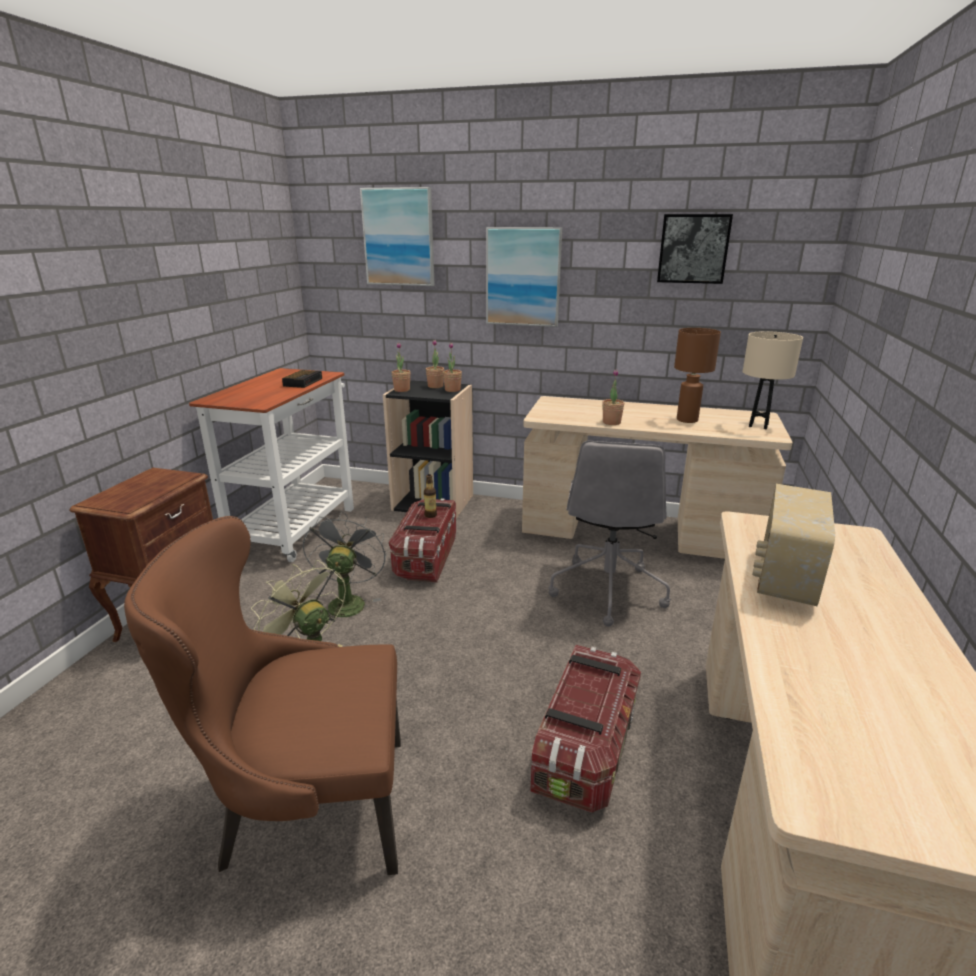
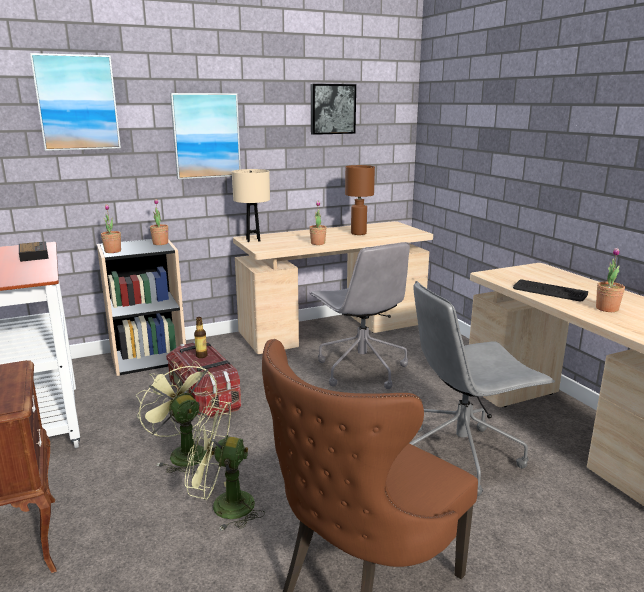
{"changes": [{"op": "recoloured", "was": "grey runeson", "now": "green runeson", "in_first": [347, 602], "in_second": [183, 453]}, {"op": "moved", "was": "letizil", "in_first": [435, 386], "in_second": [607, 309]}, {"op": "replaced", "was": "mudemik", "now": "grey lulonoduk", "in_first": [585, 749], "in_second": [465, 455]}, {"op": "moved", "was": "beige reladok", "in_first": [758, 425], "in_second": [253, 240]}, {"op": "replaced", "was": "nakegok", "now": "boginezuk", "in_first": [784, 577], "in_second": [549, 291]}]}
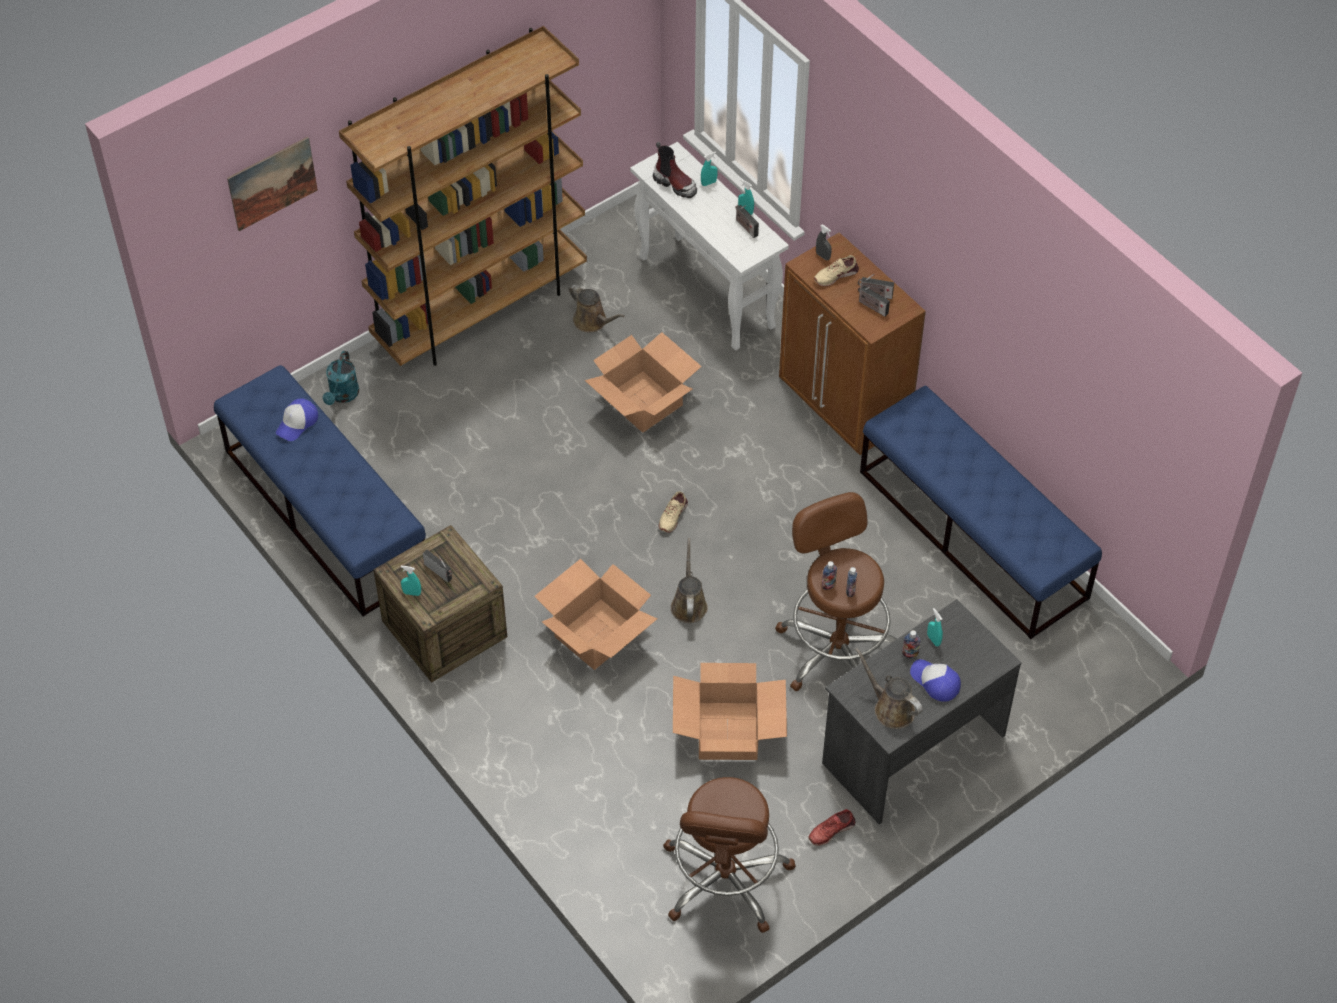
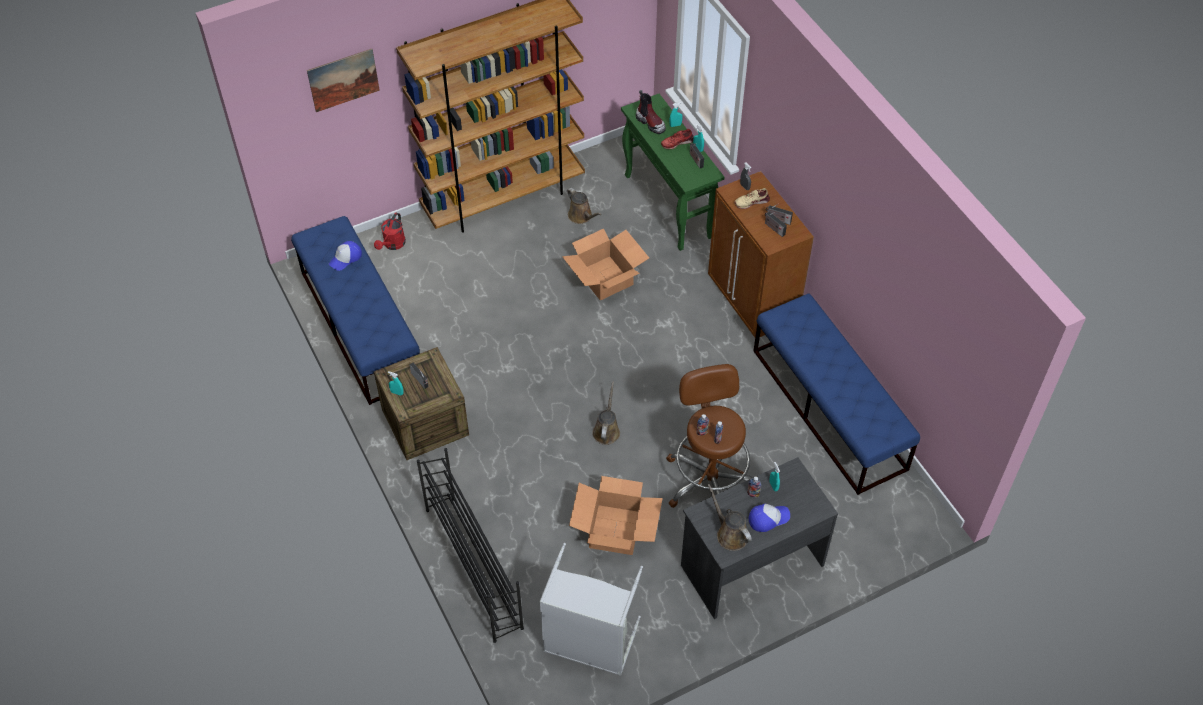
{"changes": [{"op": "recoloured", "was": "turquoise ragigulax", "now": "red ragigulax", "in_first": [342, 396], "in_second": [392, 245]}, {"op": "removed", "was": "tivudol", "in_first": [596, 634]}, {"op": "recoloured", "was": "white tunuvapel", "now": "green tunuvapel", "in_first": [708, 293], "in_second": [669, 207]}, {"op": "removed", "was": "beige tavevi", "in_first": [672, 516]}, {"op": "replaced", "was": "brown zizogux", "now": "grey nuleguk", "in_first": [725, 881], "in_second": [588, 644]}, {"op": "moved", "was": "red tavevi", "in_first": [831, 830], "in_second": [677, 142]}, {"op": "turned", "was": "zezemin", "in_first": [935, 682], "in_second": [768, 518], "clockwise": 105}, {"op": "added", "now": "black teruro", "in_second": [473, 567]}]}
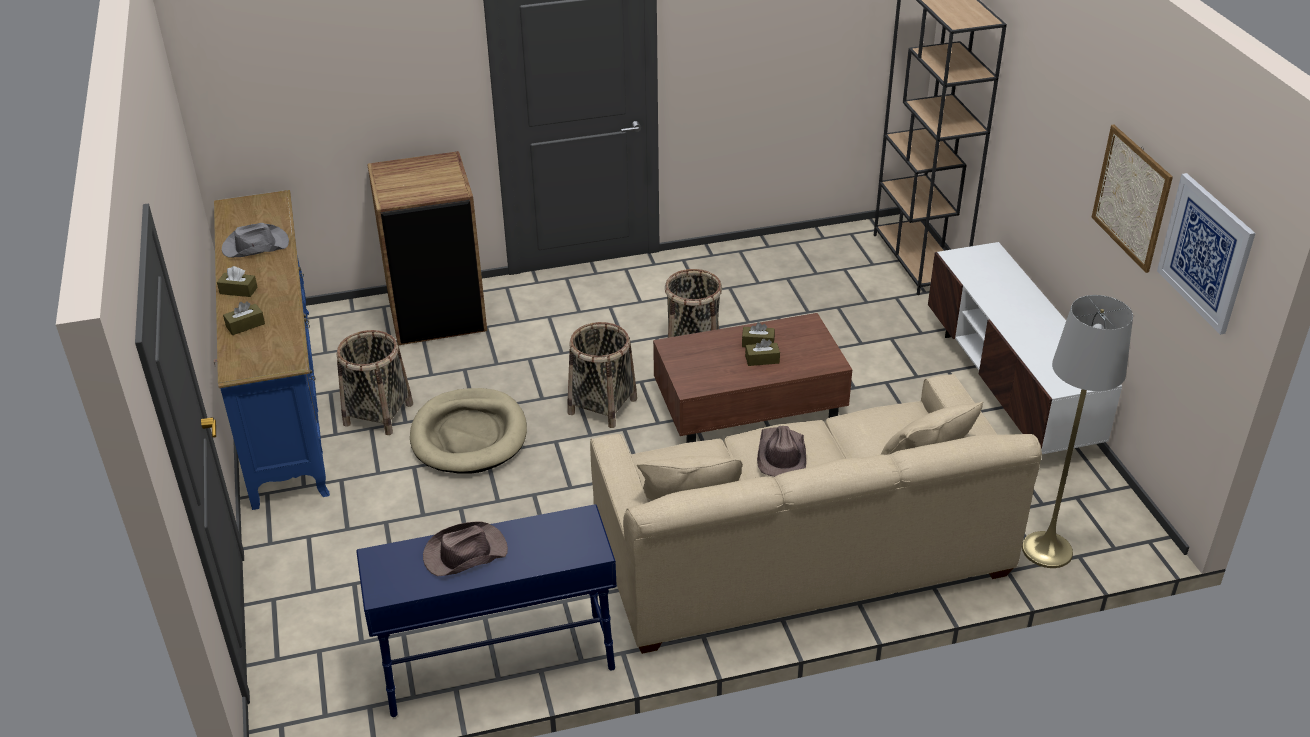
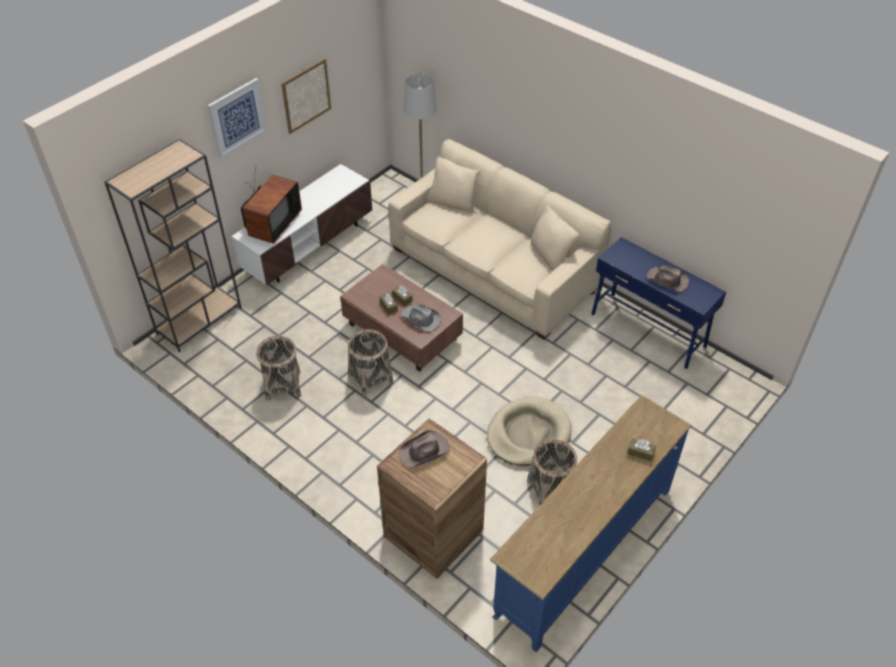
{"changes": [{"op": "removed", "was": "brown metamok", "in_first": [238, 290]}, {"op": "moved", "was": "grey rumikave", "in_first": [254, 246], "in_second": [421, 319]}, {"op": "moved", "was": "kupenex", "in_first": [602, 406], "in_second": [283, 385]}, {"op": "moved", "was": "brown rumikave", "in_first": [781, 455], "in_second": [424, 451]}, {"op": "moved", "was": "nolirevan", "in_first": [1205, 252], "in_second": [237, 118]}, {"op": "added", "now": "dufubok", "in_second": [271, 225]}]}
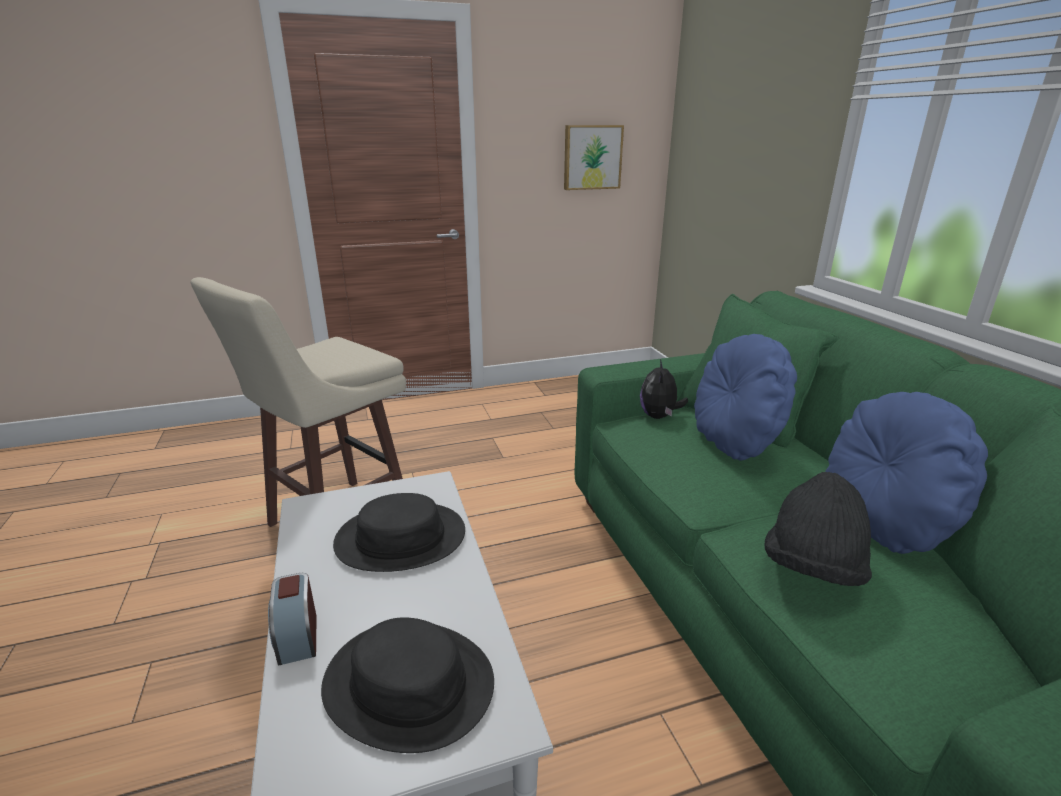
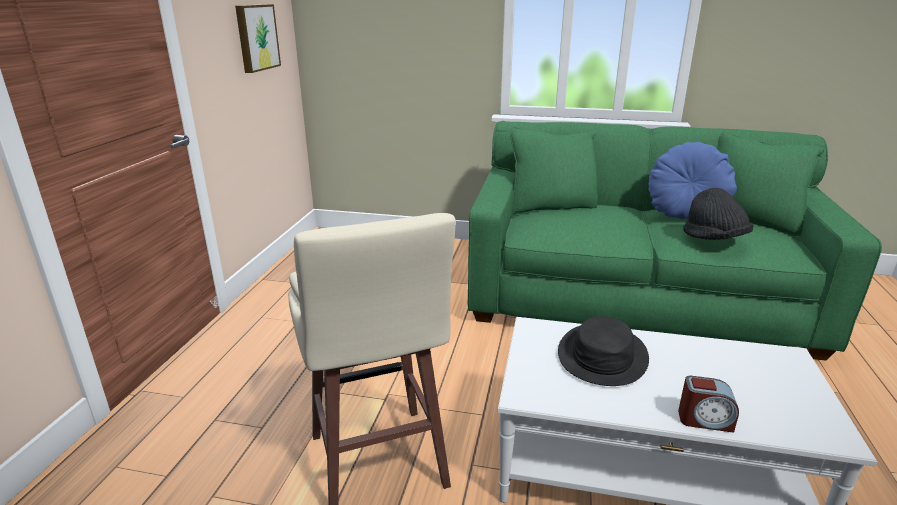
{"changes": [{"op": "removed", "was": "black rumikave", "in_first": [409, 683]}, {"op": "removed", "was": "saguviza", "in_first": [659, 416]}, {"op": "removed", "was": "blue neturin", "in_first": [734, 444]}]}
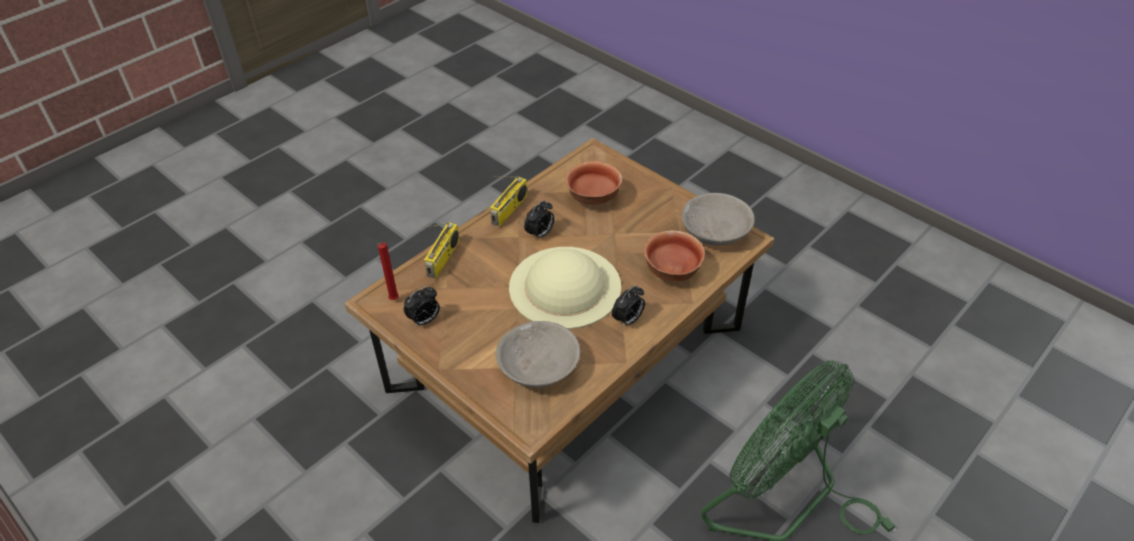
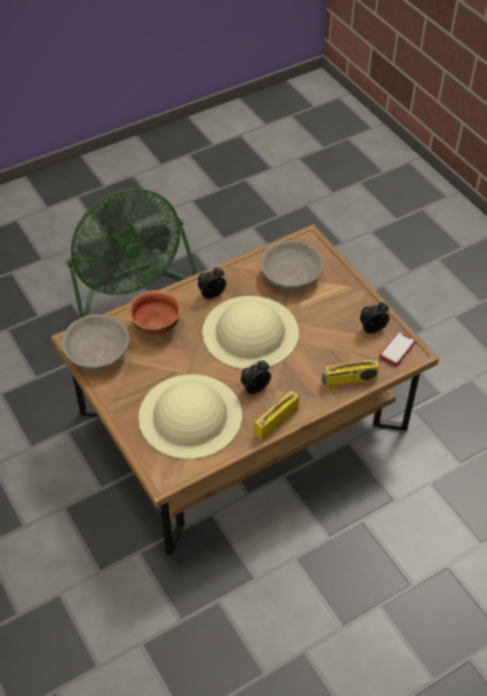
{"changes": [{"op": "replaced", "was": "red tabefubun", "now": "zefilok", "in_first": [393, 300], "in_second": [397, 349]}, {"op": "turned", "was": "nakegok", "in_first": [443, 259], "in_second": [349, 380], "clockwise": -135}, {"op": "replaced", "was": "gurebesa", "now": "beige rumikave", "in_first": [593, 199], "in_second": [190, 416]}]}
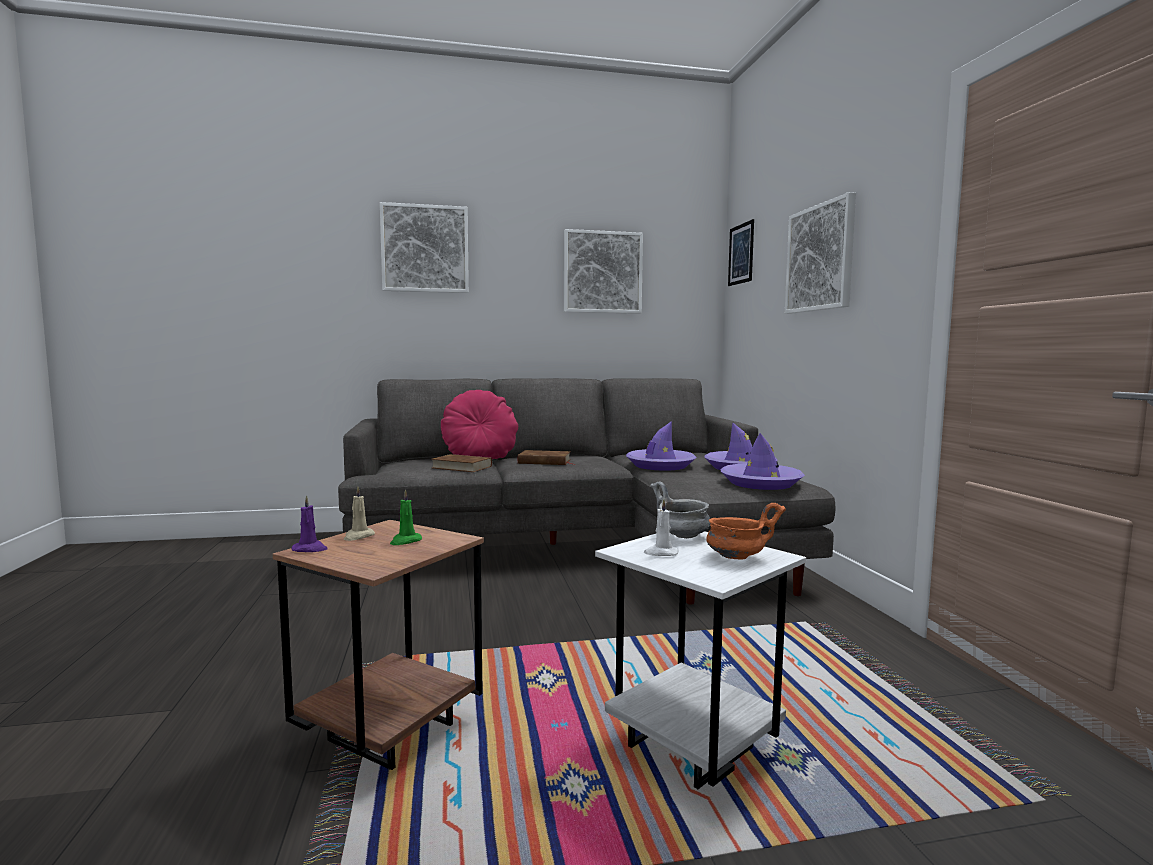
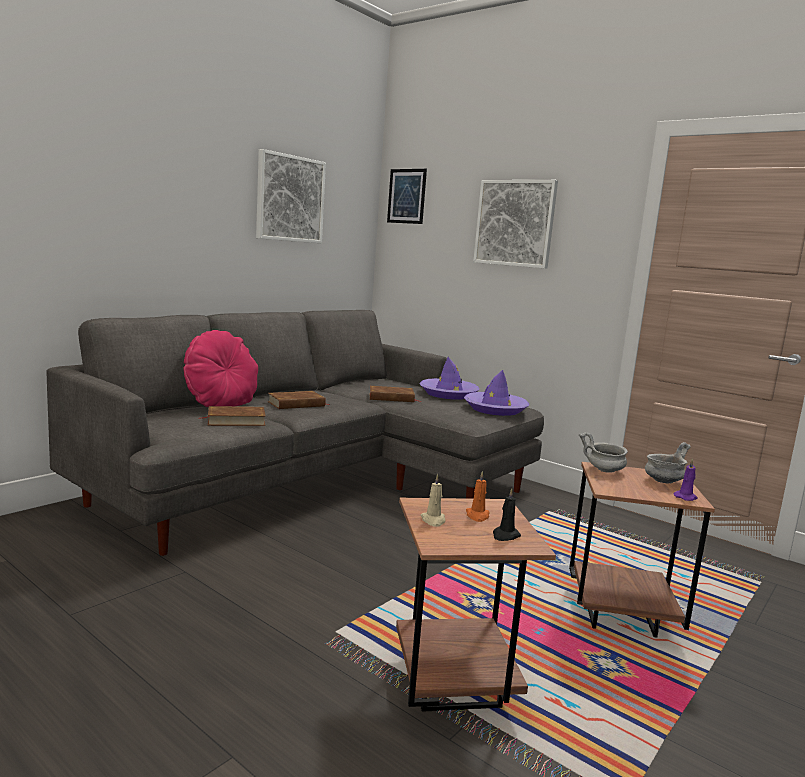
{"changes": [{"op": "moved", "was": "purple tabefubun", "in_first": [310, 549], "in_second": [685, 497]}, {"op": "removed", "was": "nolirevan", "in_first": [425, 249]}, {"op": "recoloured", "was": "green tabefubun", "now": "orange tabefubun", "in_first": [405, 541], "in_second": [477, 516]}, {"op": "recoloured", "was": "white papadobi", "now": "brown papadobi", "in_first": [690, 750], "in_second": [620, 617]}, {"op": "replaced", "was": "purple rumikave", "now": "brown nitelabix", "in_first": [660, 465], "in_second": [391, 398]}, {"op": "removed", "was": "white tabefubun", "in_first": [660, 553]}, {"op": "recoloured", "was": "orange gurebesa", "now": "grey gurebesa", "in_first": [737, 557], "in_second": [663, 481]}, {"op": "added", "now": "black tabefubun", "in_second": [505, 536]}]}
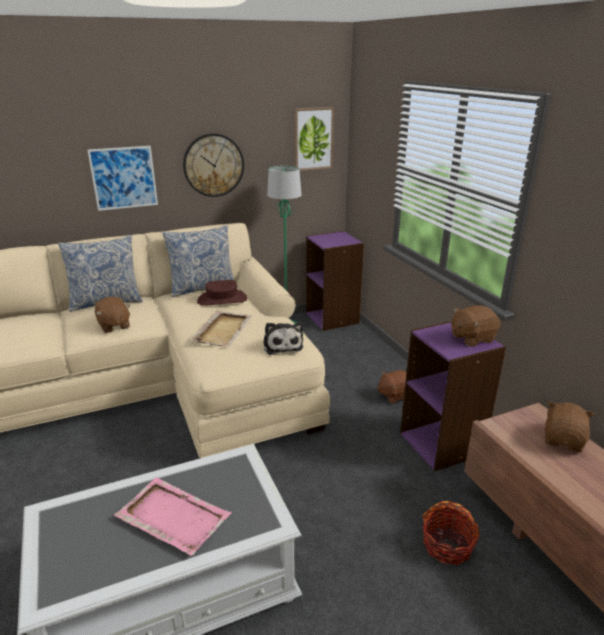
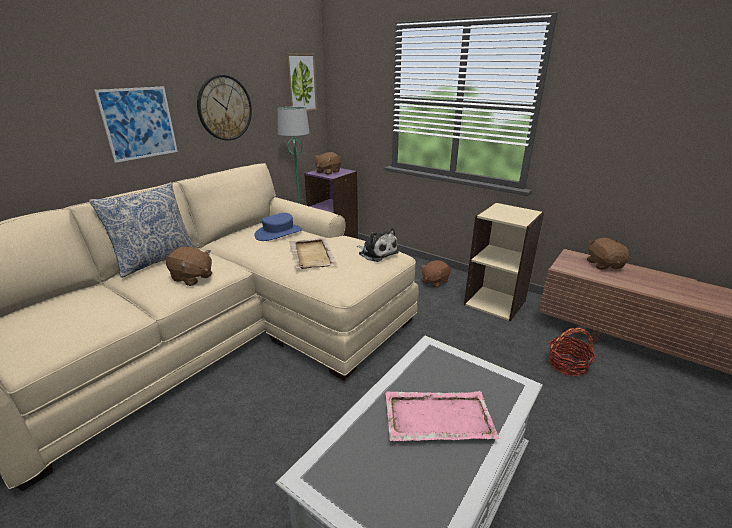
{"changes": [{"op": "removed", "was": "neturin", "in_first": [202, 288]}, {"op": "recoloured", "was": "brown rumikave", "now": "blue rumikave", "in_first": [222, 299], "in_second": [278, 233]}, {"op": "recoloured", "was": "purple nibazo", "now": "beige nibazo", "in_first": [442, 443], "in_second": [495, 302]}, {"op": "moved", "was": "brown saguviza", "in_first": [472, 338], "in_second": [328, 172]}]}
